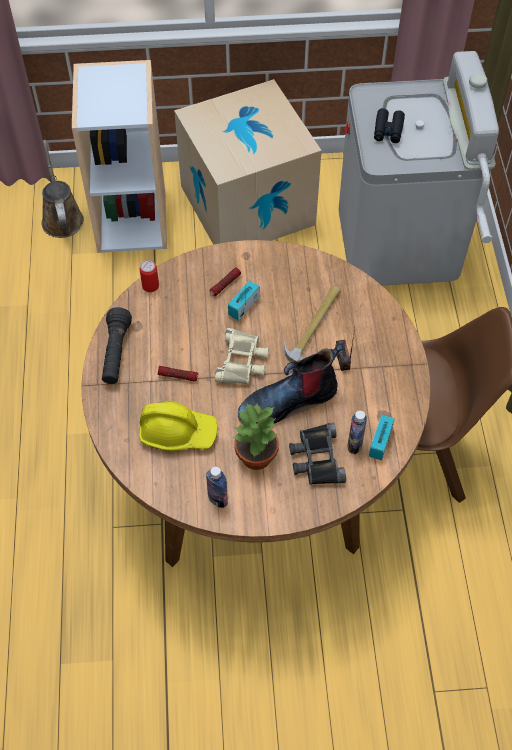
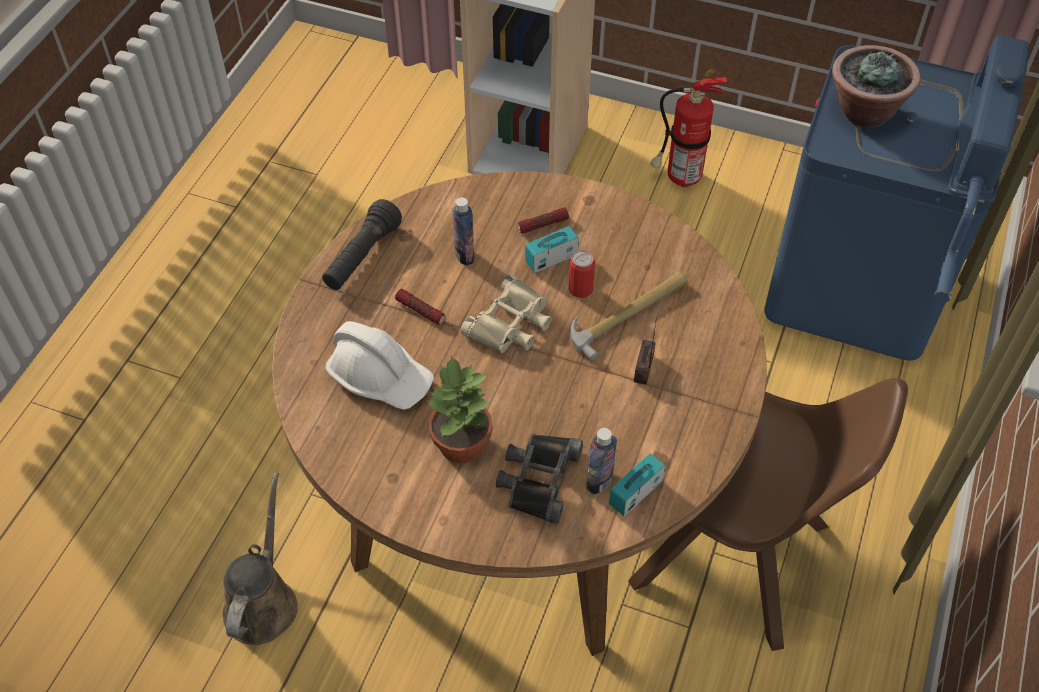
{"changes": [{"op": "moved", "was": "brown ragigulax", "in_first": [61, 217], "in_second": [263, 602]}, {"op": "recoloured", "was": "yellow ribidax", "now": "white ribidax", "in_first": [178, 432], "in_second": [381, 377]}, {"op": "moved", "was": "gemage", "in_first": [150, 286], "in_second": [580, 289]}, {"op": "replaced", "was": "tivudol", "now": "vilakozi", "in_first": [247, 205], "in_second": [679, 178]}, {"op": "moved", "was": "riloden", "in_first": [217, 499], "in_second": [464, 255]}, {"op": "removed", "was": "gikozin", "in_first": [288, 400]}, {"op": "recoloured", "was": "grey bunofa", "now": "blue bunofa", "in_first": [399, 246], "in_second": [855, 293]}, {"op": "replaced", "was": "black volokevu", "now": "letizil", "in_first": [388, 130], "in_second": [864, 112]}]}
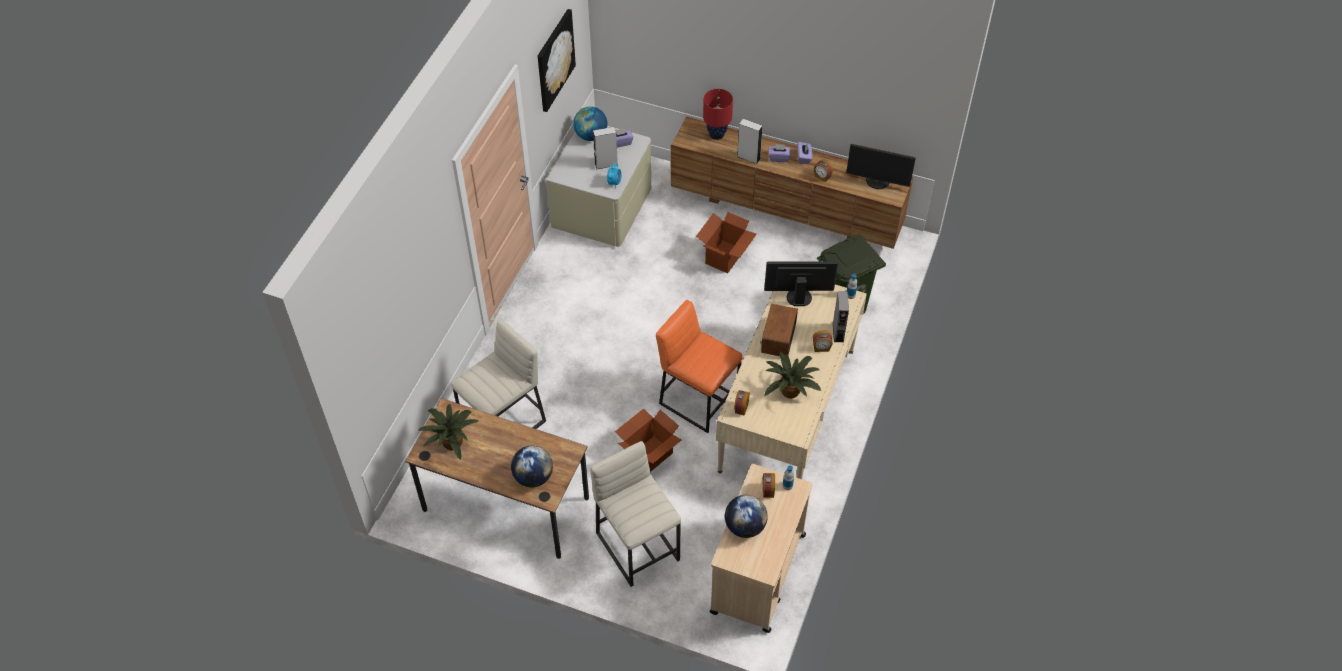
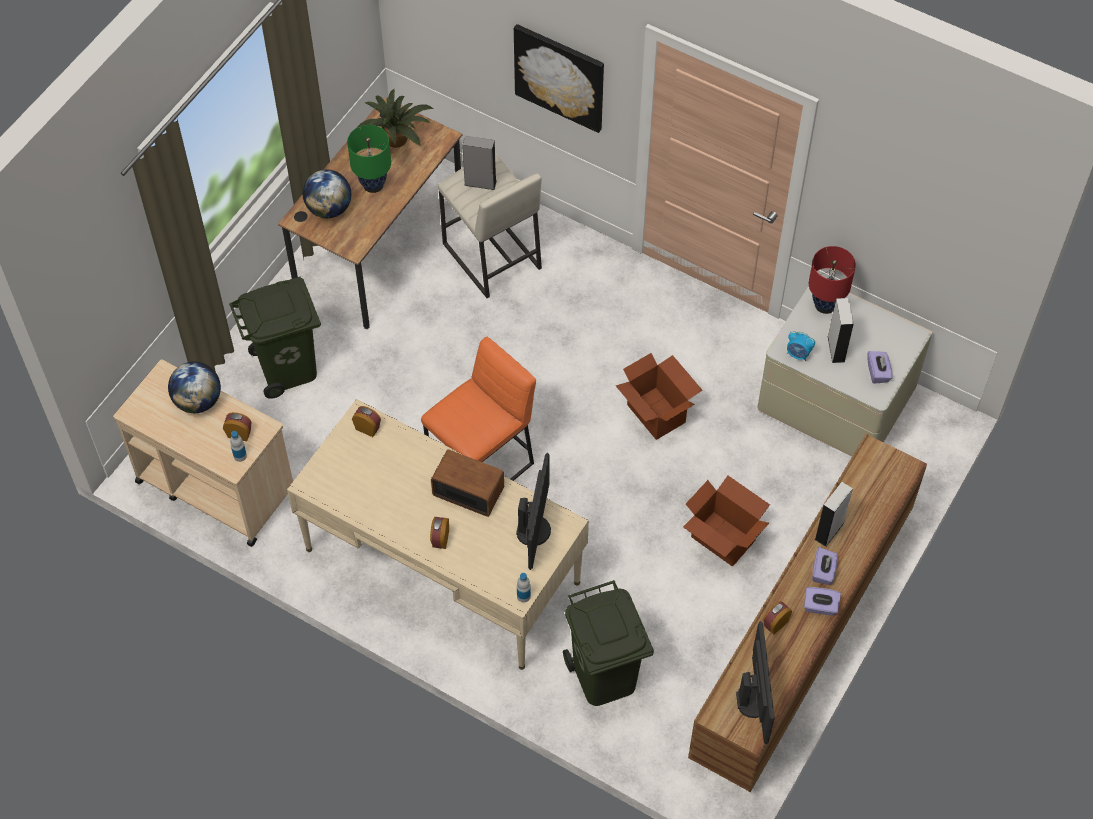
{"changes": [{"op": "moved", "was": "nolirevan", "in_first": [554, 60], "in_second": [560, 76]}, {"op": "removed", "was": "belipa", "in_first": [591, 136]}, {"op": "replaced", "was": "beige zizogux", "now": "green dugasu", "in_first": [637, 546], "in_second": [288, 369]}, {"op": "moved", "was": "tivudol", "in_first": [648, 455], "in_second": [656, 413]}, {"op": "moved", "was": "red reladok", "in_first": [717, 134], "in_second": [825, 304]}, {"op": "removed", "was": "letizil", "in_first": [790, 389]}, {"op": "moved", "was": "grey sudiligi", "in_first": [838, 332], "in_second": [480, 183]}, {"op": "turned", "was": "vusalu", "in_first": [877, 181], "in_second": [755, 700], "clockwise": 150}, {"op": "added", "now": "green reladok", "in_second": [373, 184]}]}
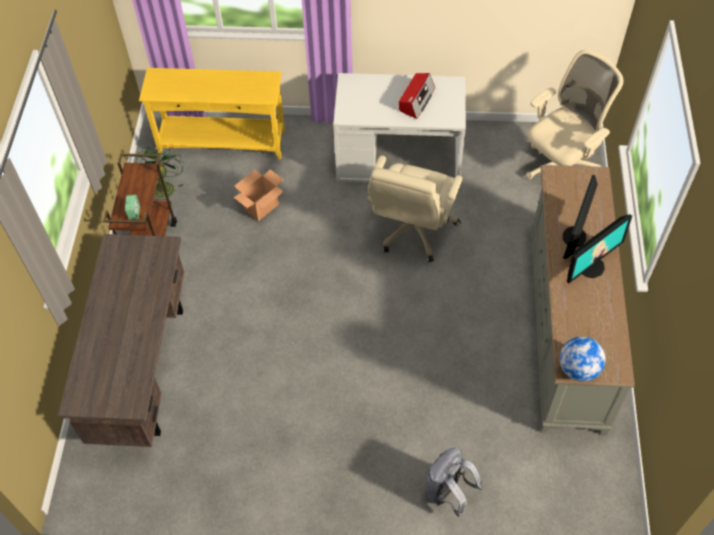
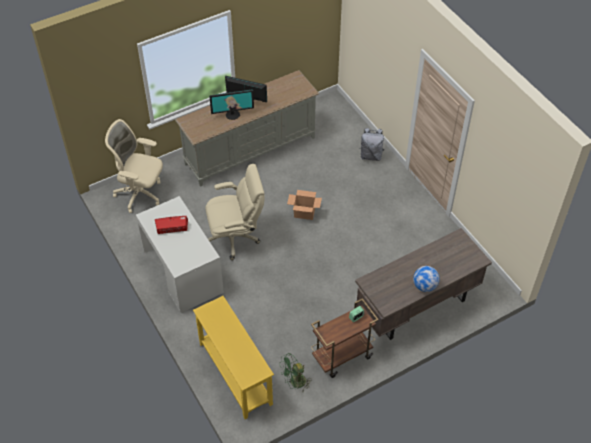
{"changes": [{"op": "moved", "was": "tivudol", "in_first": [262, 206], "in_second": [304, 213]}, {"op": "moved", "was": "belipa", "in_first": [578, 369], "in_second": [424, 286]}]}
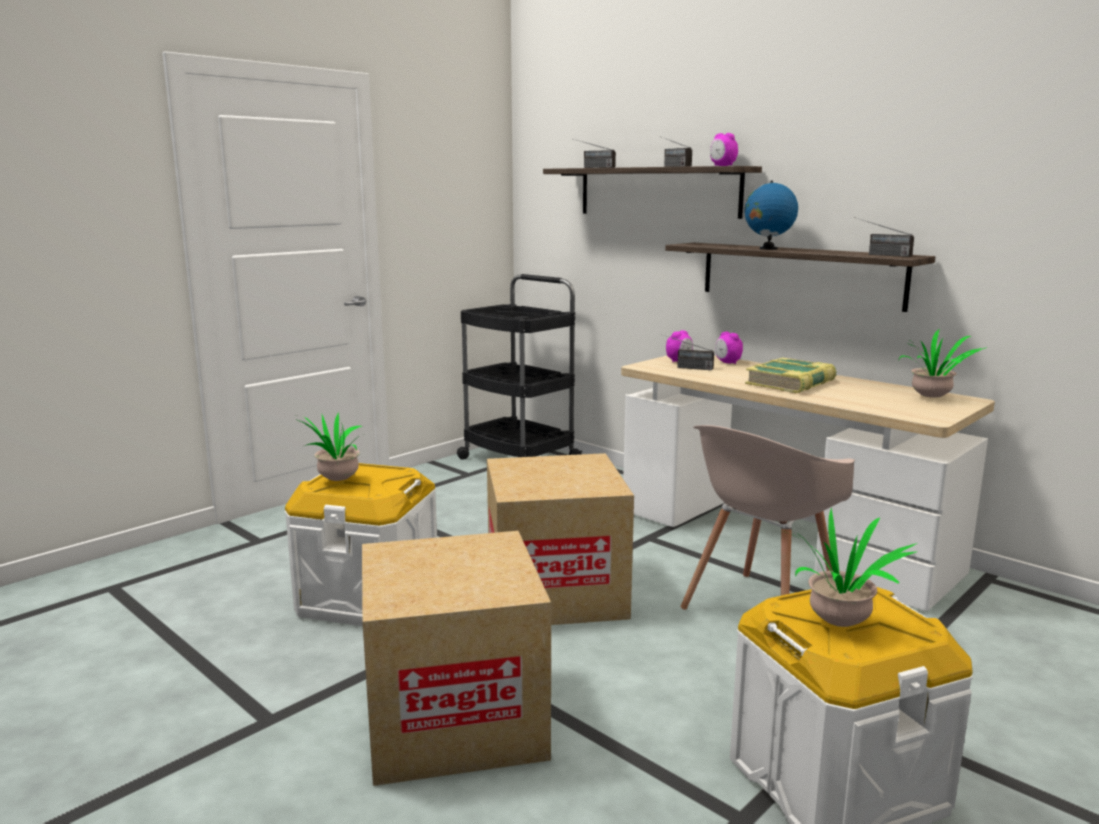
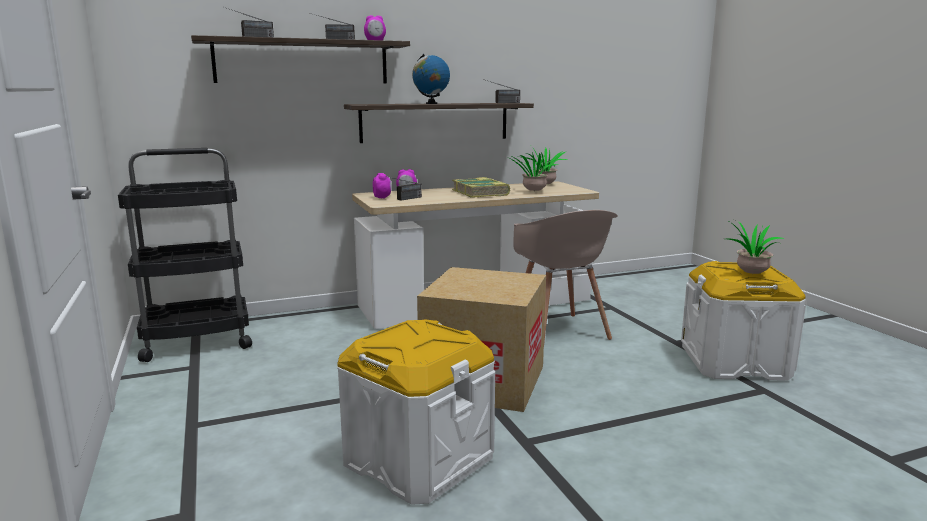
{"changes": [{"op": "moved", "was": "letizil", "in_first": [335, 481], "in_second": [533, 192]}, {"op": "removed", "was": "tivudol", "in_first": [454, 719]}]}
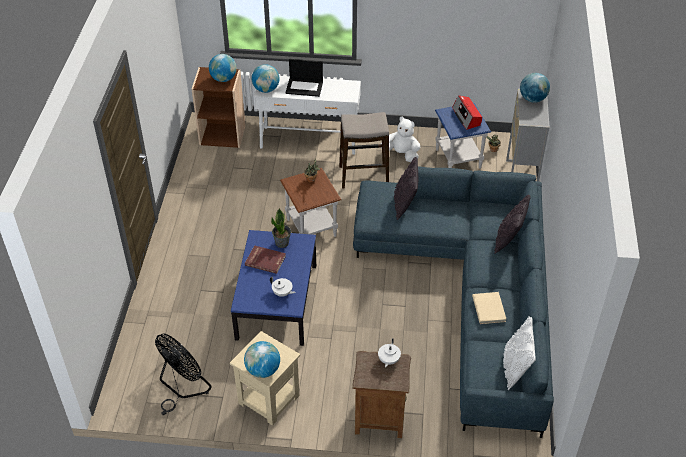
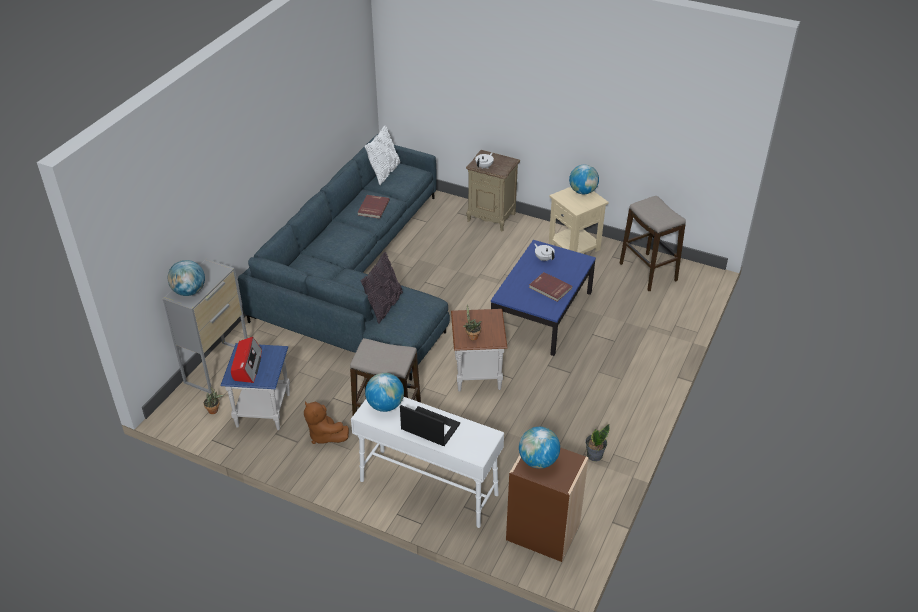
{"changes": [{"op": "replaced", "was": "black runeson", "now": "zizogux", "in_first": [179, 385], "in_second": [648, 272]}, {"op": "moved", "was": "belipa", "in_first": [266, 89], "in_second": [385, 405]}, {"op": "moved", "was": "letizil", "in_first": [282, 243], "in_second": [594, 455]}, {"op": "recoloured", "was": "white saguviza", "now": "brown saguviza", "in_first": [401, 154], "in_second": [324, 435]}, {"op": "recoloured", "was": "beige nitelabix", "now": "red nitelabix", "in_first": [489, 309], "in_second": [373, 208]}, {"op": "removed", "was": "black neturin", "in_first": [508, 240]}]}
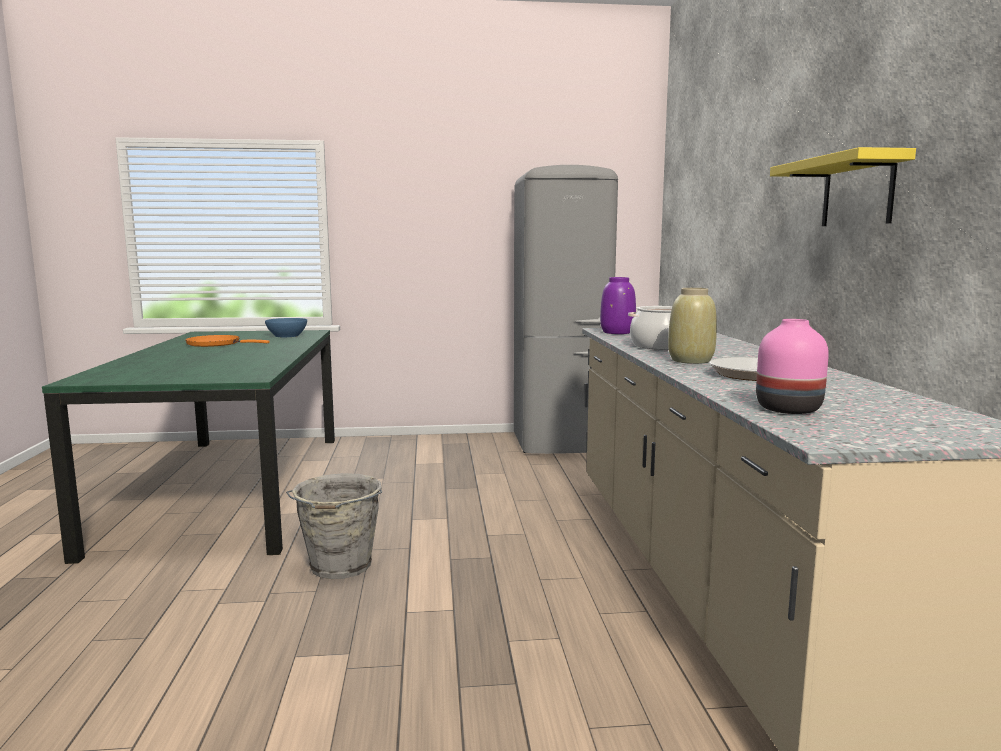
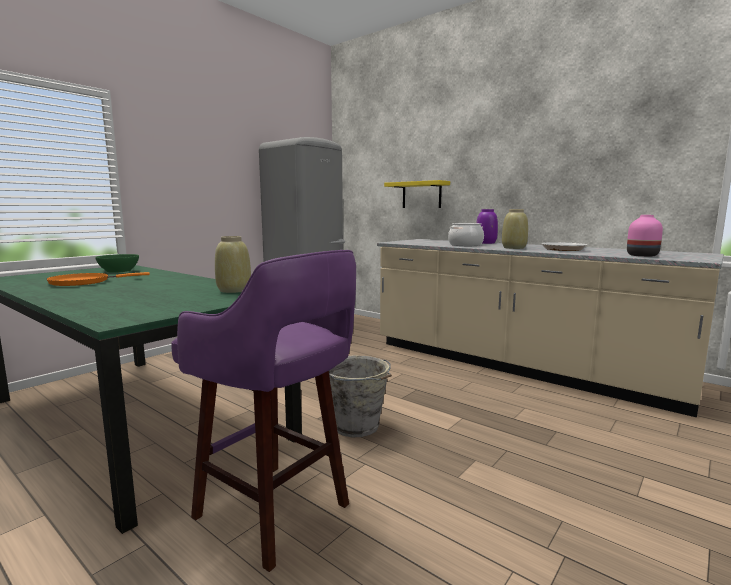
{"changes": [{"op": "recoloured", "was": "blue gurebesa", "now": "green gurebesa", "in_first": [287, 336], "in_second": [119, 271]}, {"op": "moved", "was": "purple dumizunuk", "in_first": [617, 332], "in_second": [485, 243]}, {"op": "moved", "was": "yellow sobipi", "in_first": [857, 192], "in_second": [421, 195]}, {"op": "added", "now": "purple zizogux", "in_second": [276, 515]}, {"op": "added", "now": "beige dumizunuk", "in_second": [234, 290]}]}
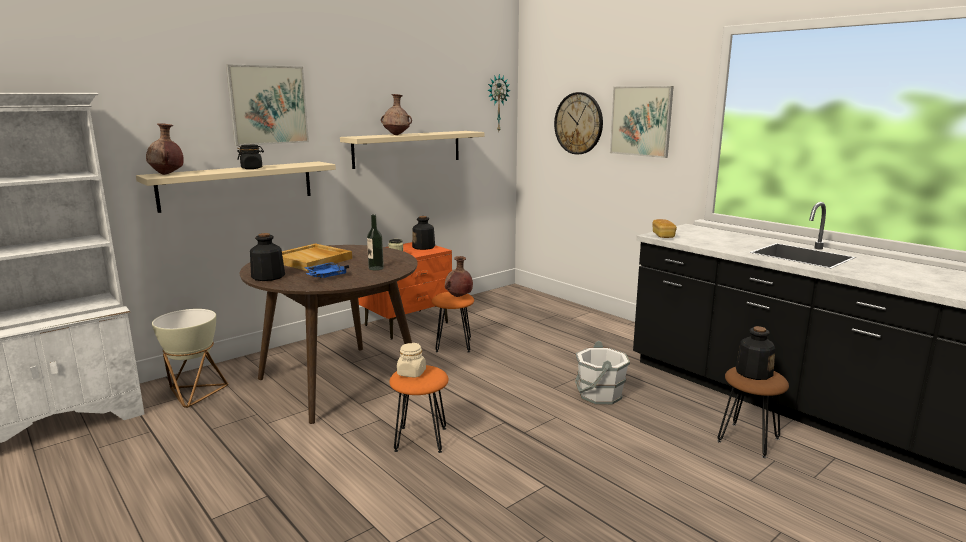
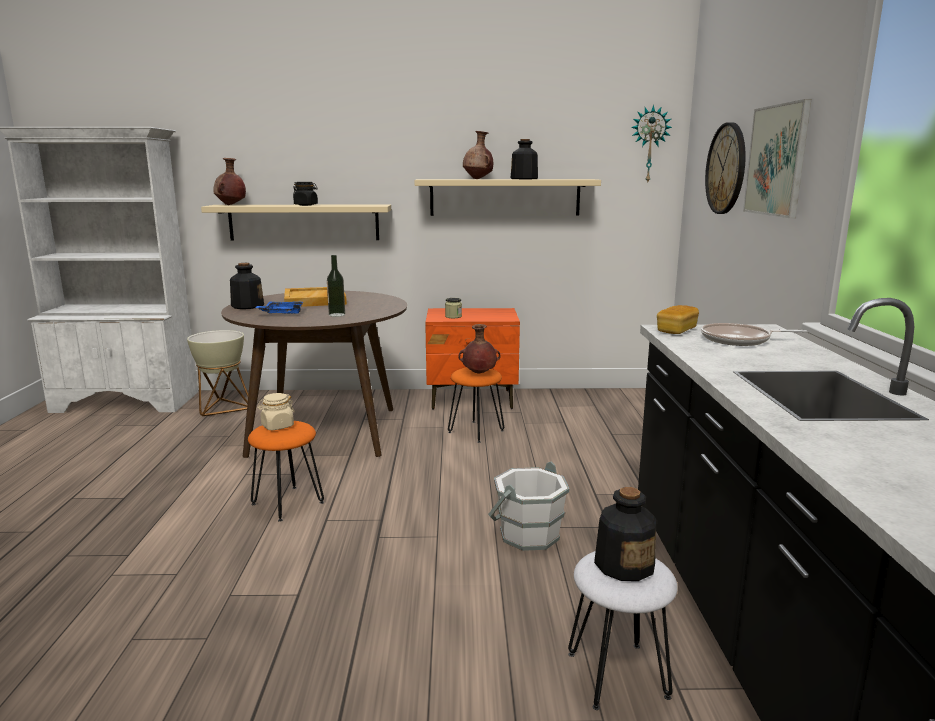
{"changes": [{"op": "removed", "was": "nolirevan", "in_first": [268, 105]}, {"op": "moved", "was": "riloden", "in_first": [424, 247], "in_second": [524, 179]}, {"op": "recoloured", "was": "brown zizogux", "now": "white zizogux", "in_first": [749, 440], "in_second": [618, 675]}, {"op": "added", "now": "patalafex", "in_second": [739, 340]}]}
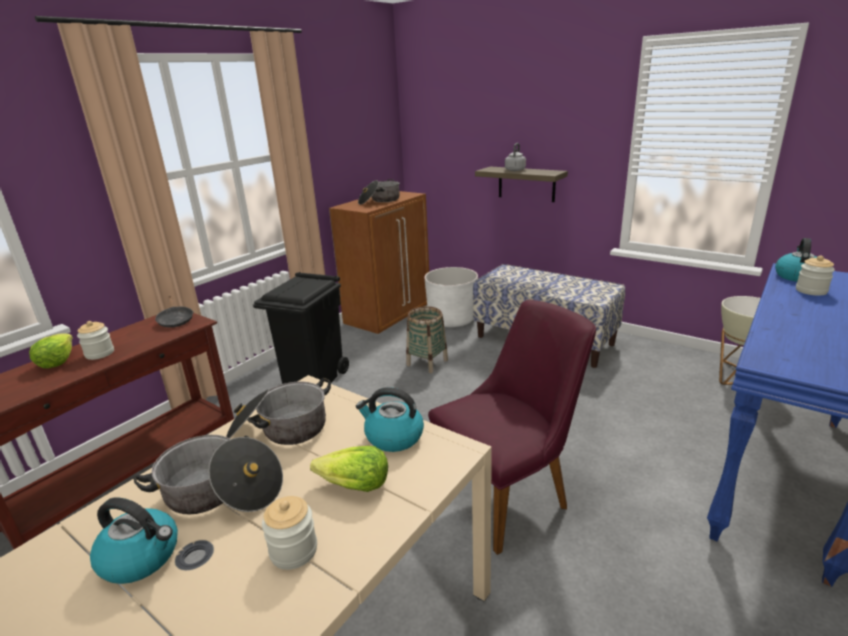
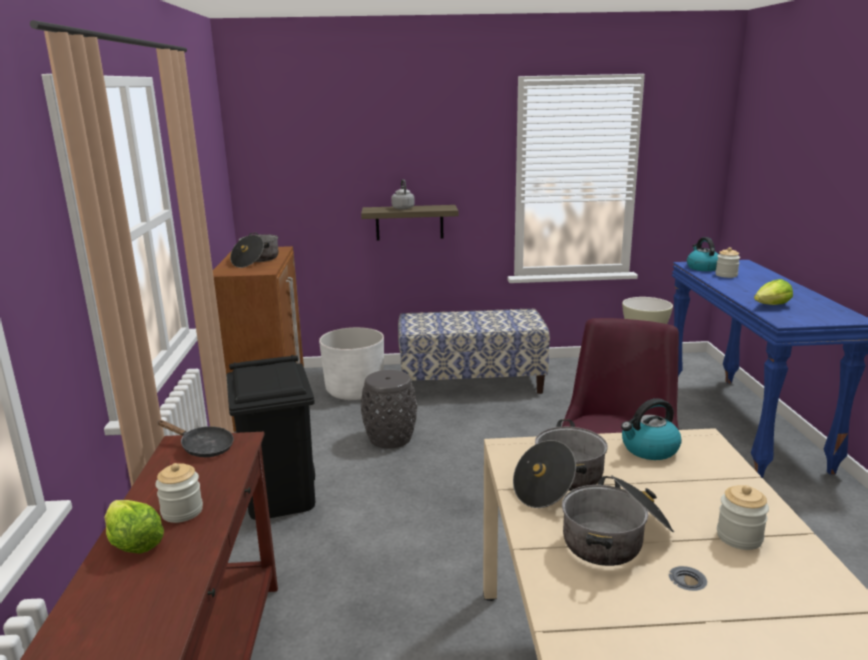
{"changes": [{"op": "removed", "was": "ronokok", "in_first": [142, 557]}, {"op": "moved", "was": "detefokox", "in_first": [354, 486], "in_second": [772, 306]}, {"op": "replaced", "was": "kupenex", "now": "grey zizogux", "in_first": [427, 362], "in_second": [390, 438]}]}
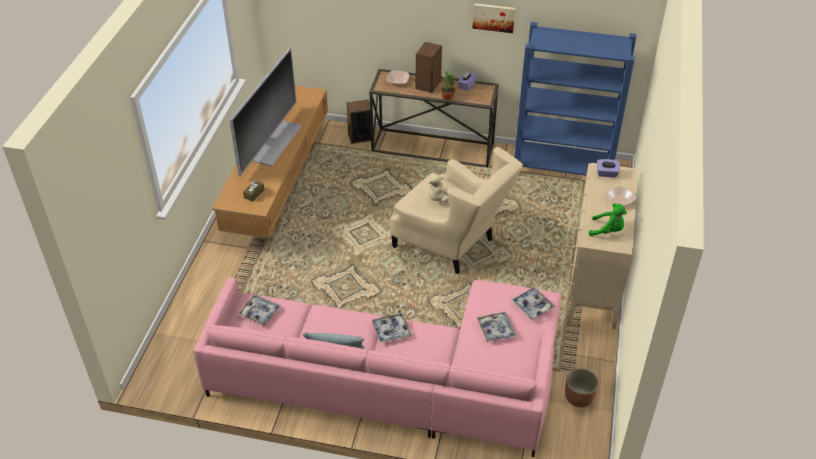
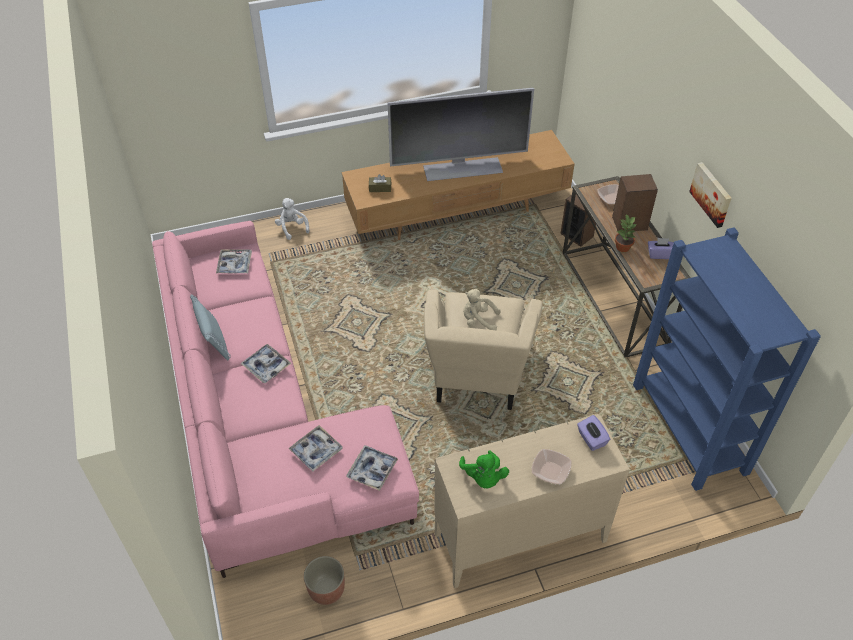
{"changes": [{"op": "added", "now": "white saguviza", "in_second": [292, 228]}]}
